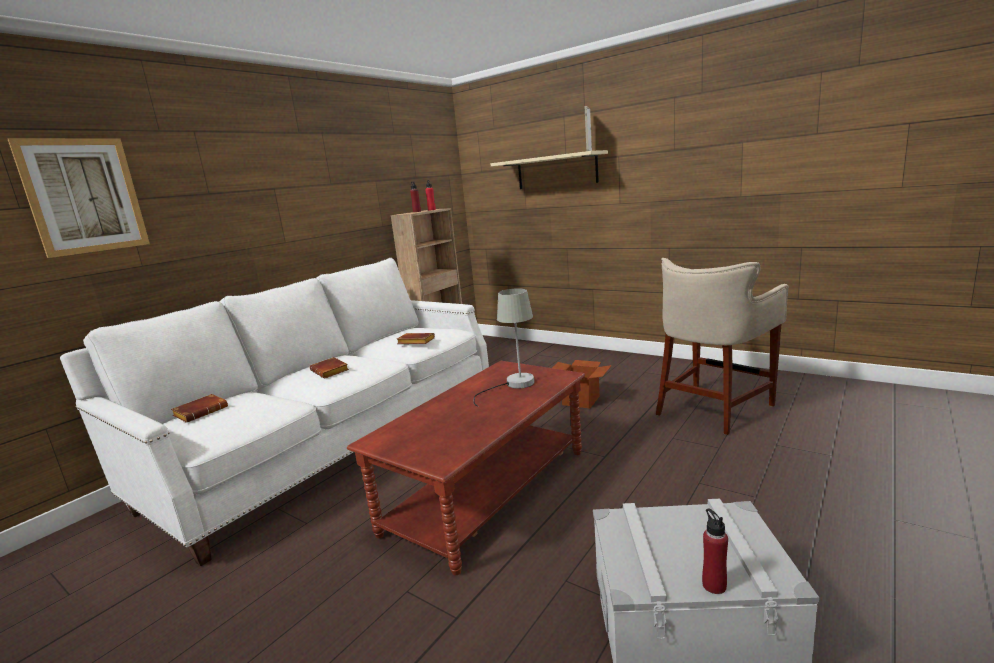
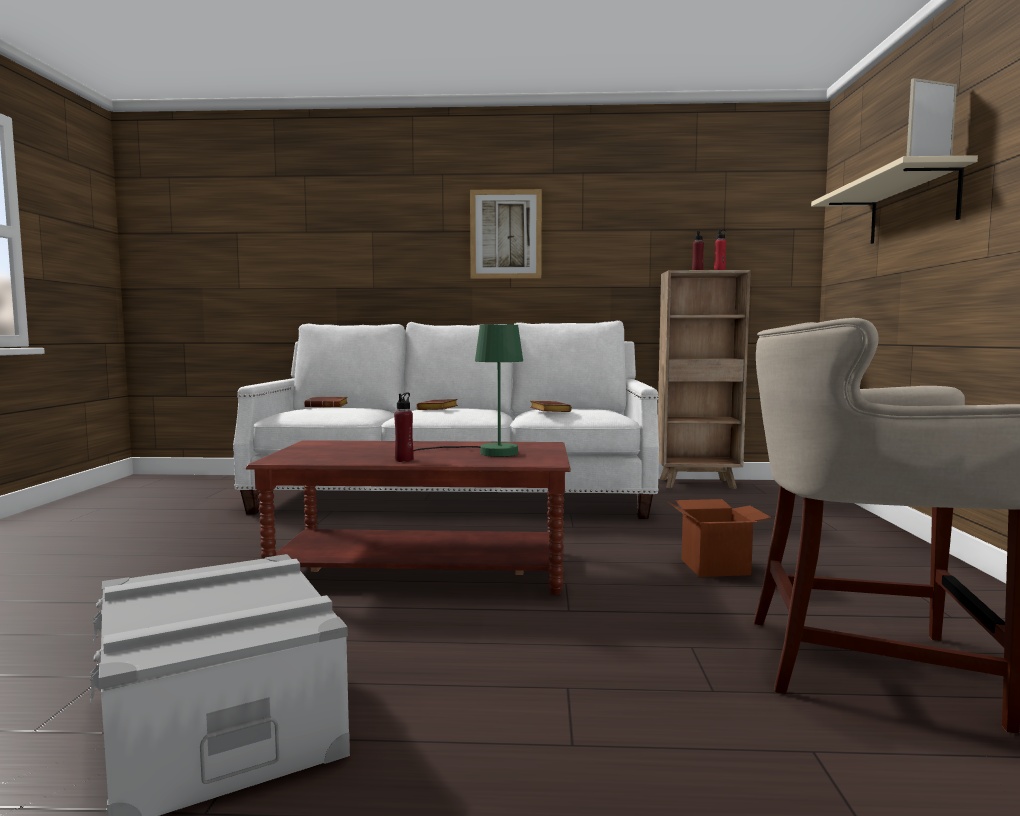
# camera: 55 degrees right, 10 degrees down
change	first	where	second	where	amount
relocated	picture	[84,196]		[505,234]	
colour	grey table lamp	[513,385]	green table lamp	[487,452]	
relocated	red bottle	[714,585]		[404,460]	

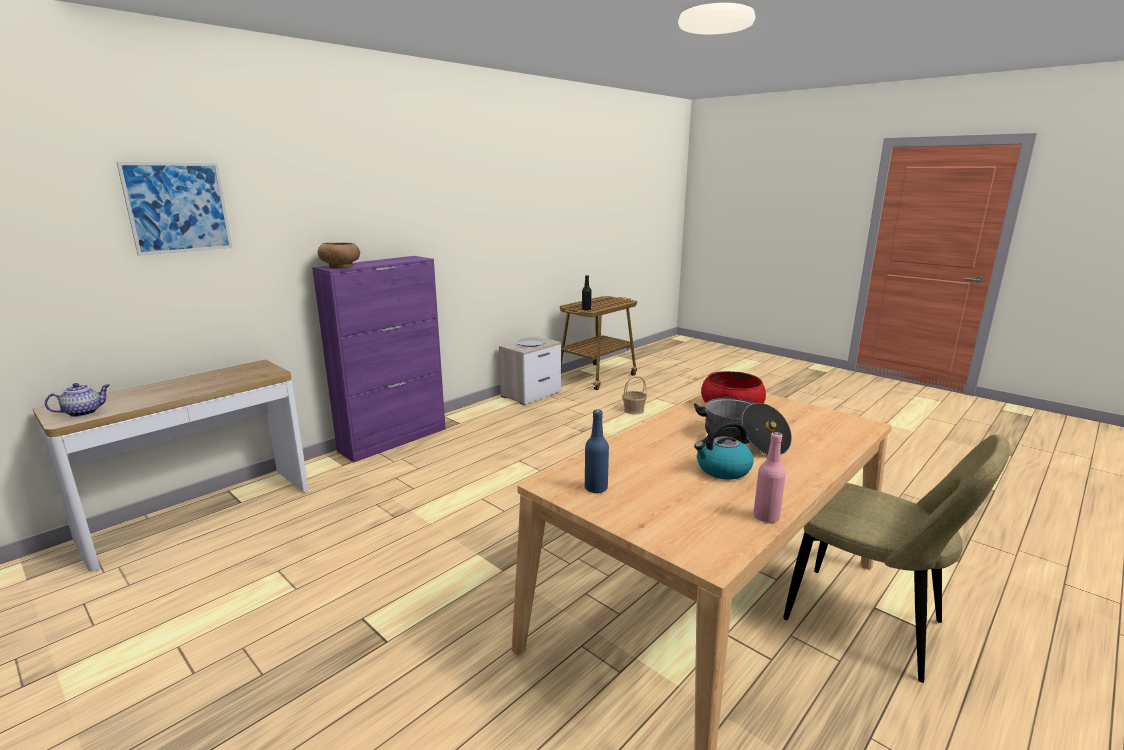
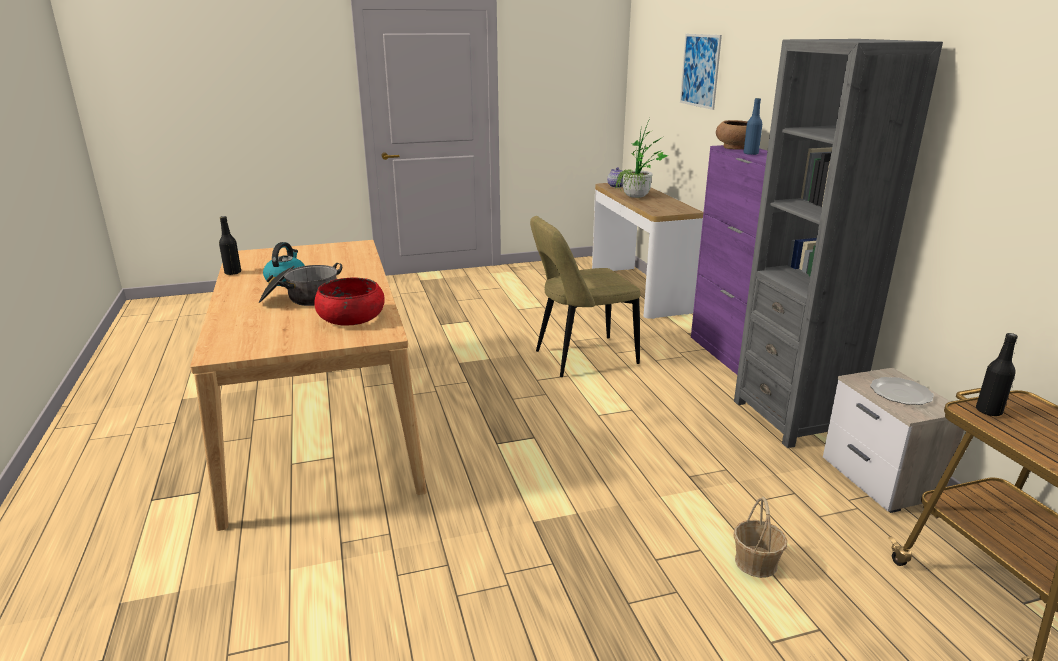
# camera: 120 degrees right, 5 degrees up
change	first	where	second	where	amount
relocated	blue bottle	[596,488]		[750,154]	
colour	pink bottle	[766,517]	black bottle	[233,273]	
relocated	beige chair	[871,624]		[581,358]	
appeared			grey bookcase	[792,417]	
appeared			potted plant	[638,198]	

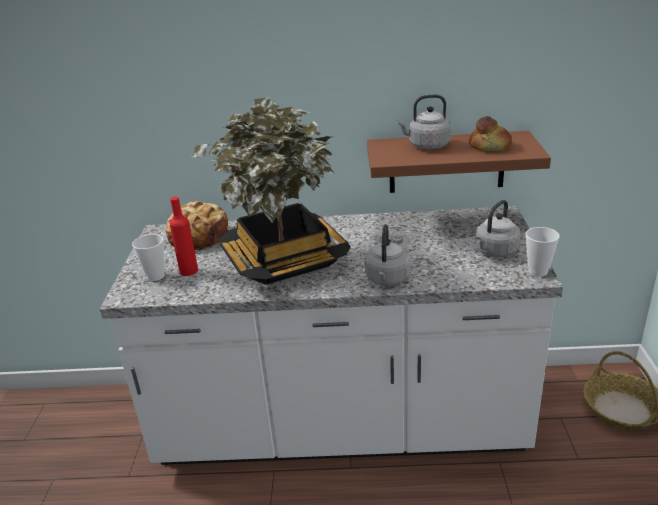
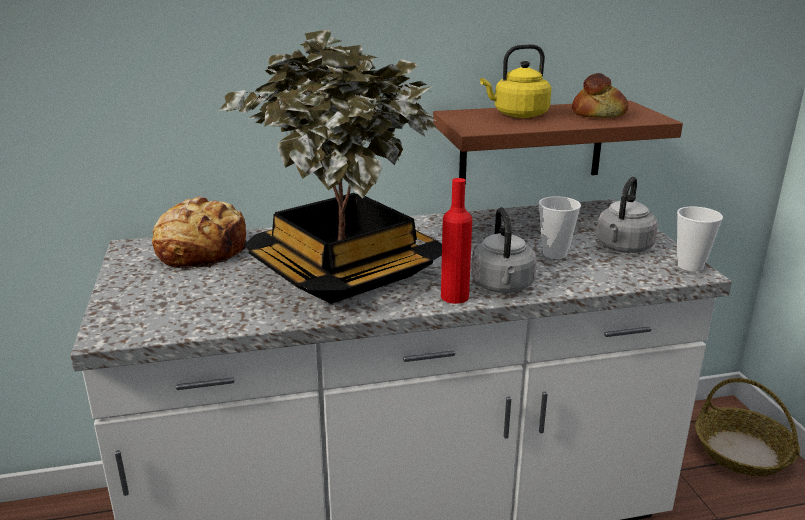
# camera: 15 degrees left, 5 degrees down
change	first	where	second	where	amount
colour	grey kettle	[426,146]	yellow kettle	[518,115]	
relocated	red bottle	[188,271]		[454,297]	
relocated	cup	[155,276]		[554,254]	

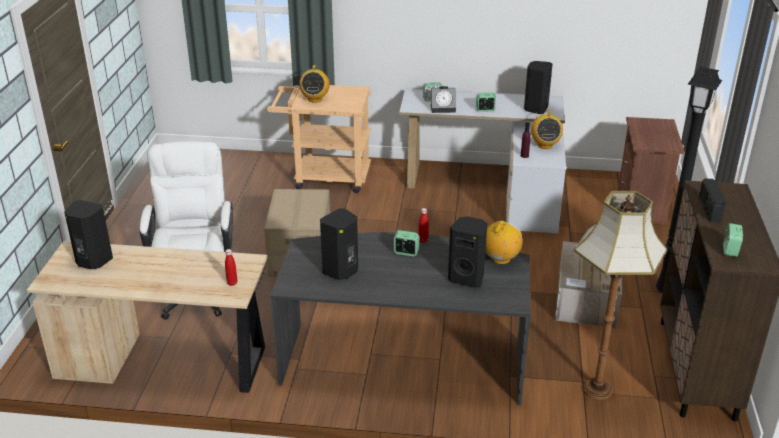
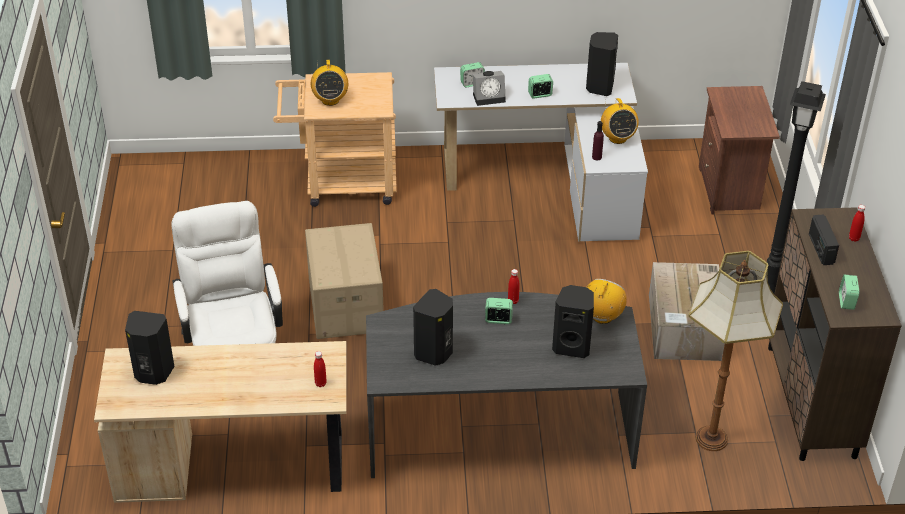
# camera: 10 degrees left, 10 degrees up
change	first	where	second	where	amount
appeared			red bottle	[854,238]	

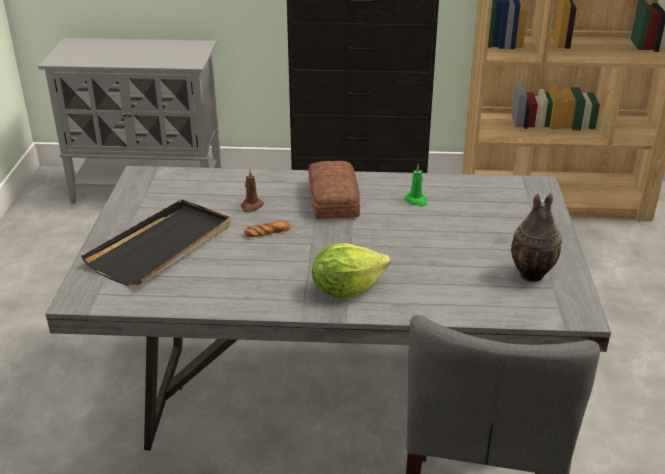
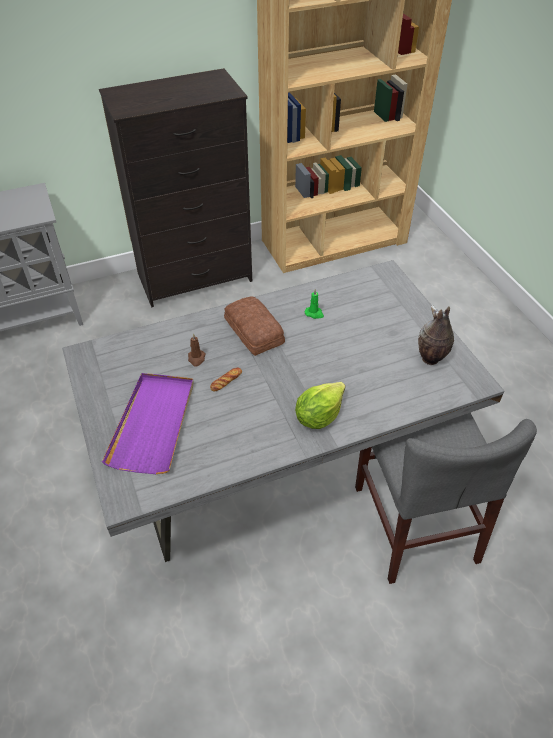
# camera: 25 degrees left, 15 degrees up
change	first	where	second	where	amount
colour	black tray	[162,246]	purple tray	[154,424]	

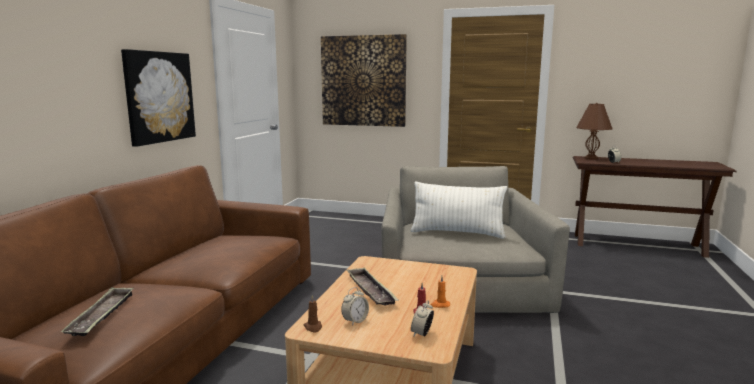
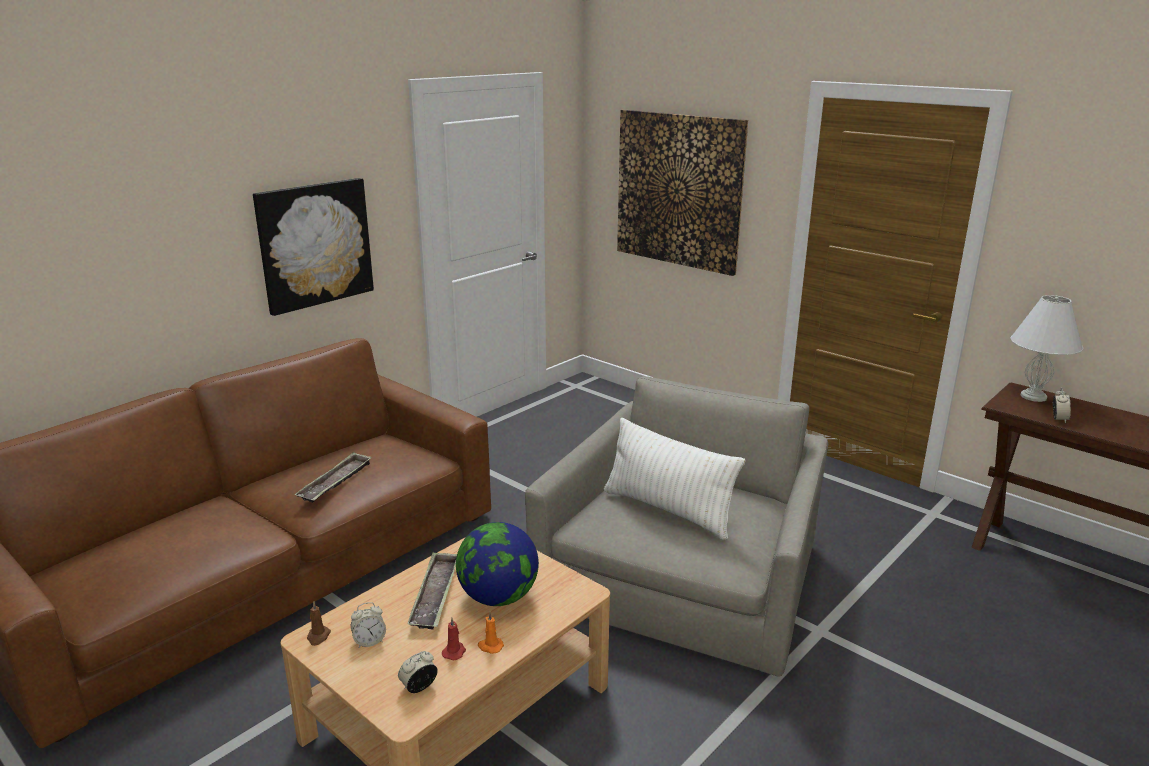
# camera: 25 degrees right, 10 degrees up
change	first	where	second	where	amount
colour	brown table lamp	[590,158]	white table lamp	[1032,396]	
relocated	tray	[102,315]		[335,482]	
appeared			globe	[498,597]	

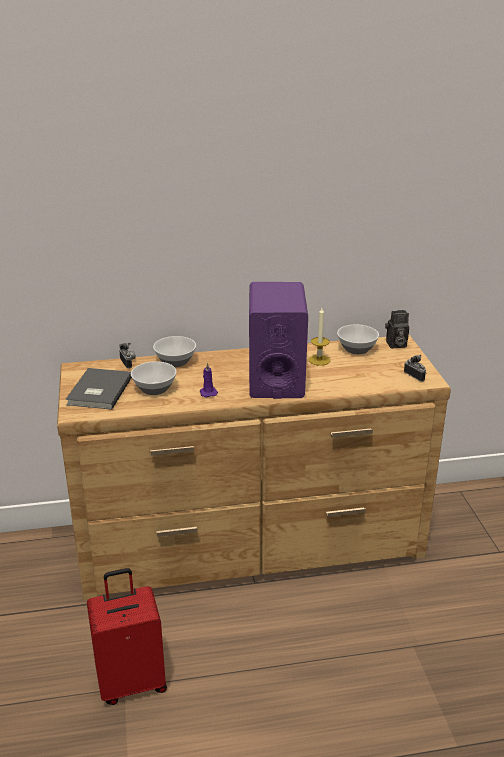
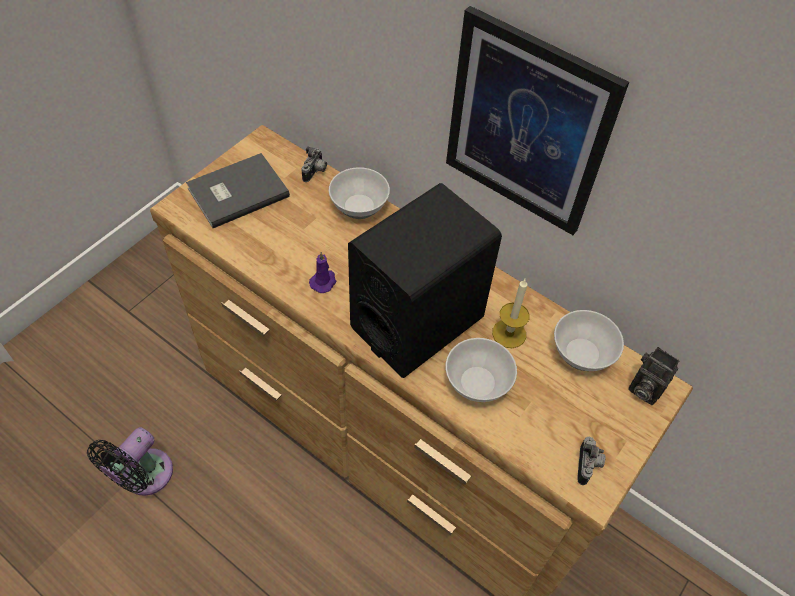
# camera: 45 degrees right, 25 degrees up
change	first	where	second	where	amount
colour	purple speaker	[276,379]	black speaker	[417,322]	
relocated	bowl	[154,389]		[476,383]	
exchanged	red suitcase	[132,682]	black fan	[143,477]	
appeared			picture	[527,125]	

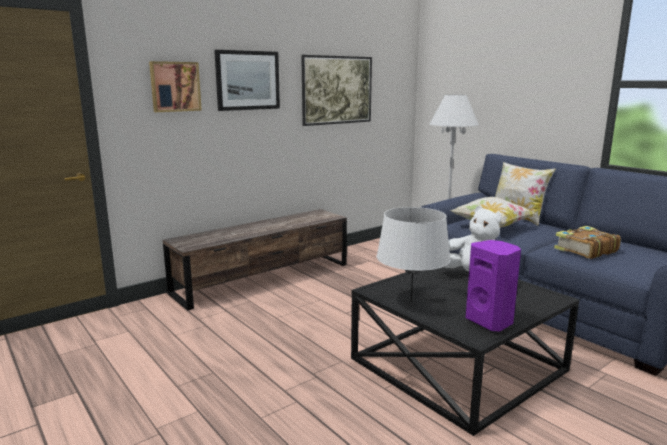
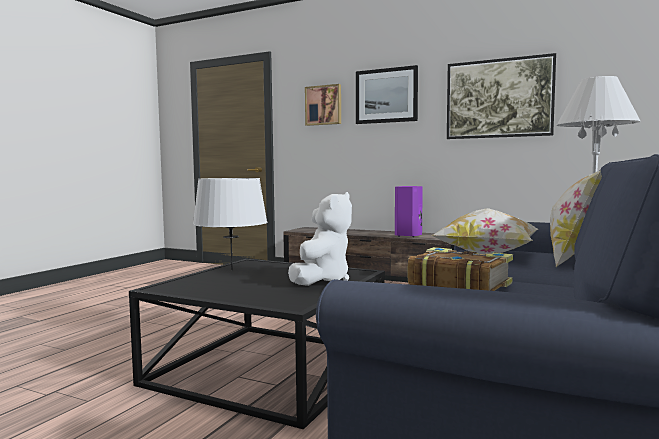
# camera: 65 degrees right, 10 degrees down
change	first	where	second	where	amount
relocated	purple speaker	[490,321]		[409,235]	

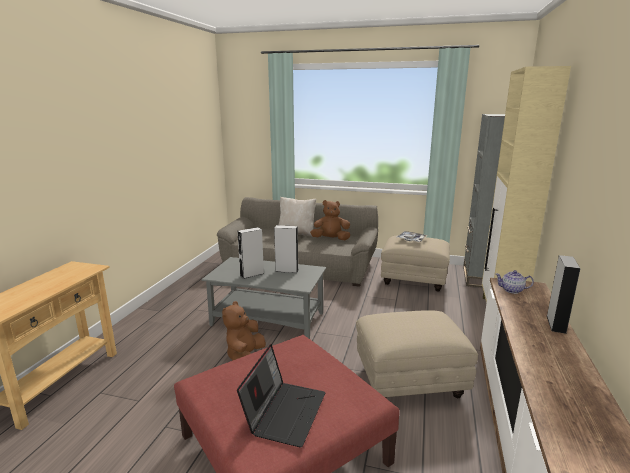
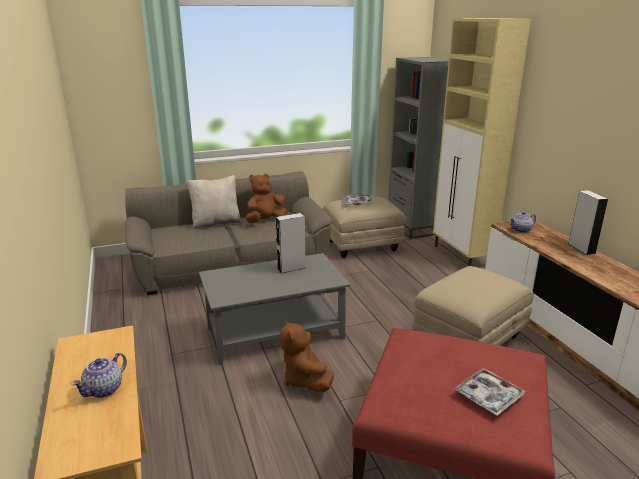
# camera: 35 degrees left, 5 degrees up
change	first	where	second	where	amount
missing	grey speaker	[252,274]			
exchanged	laptop	[284,411]	tray	[488,396]	
appeared			teapot	[104,389]	

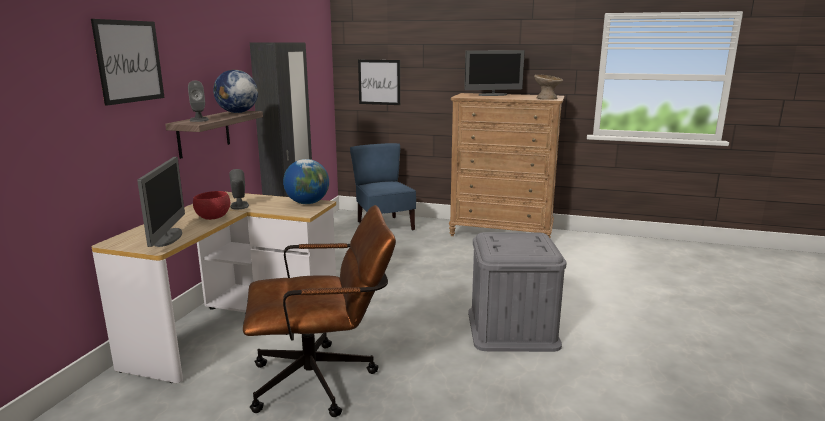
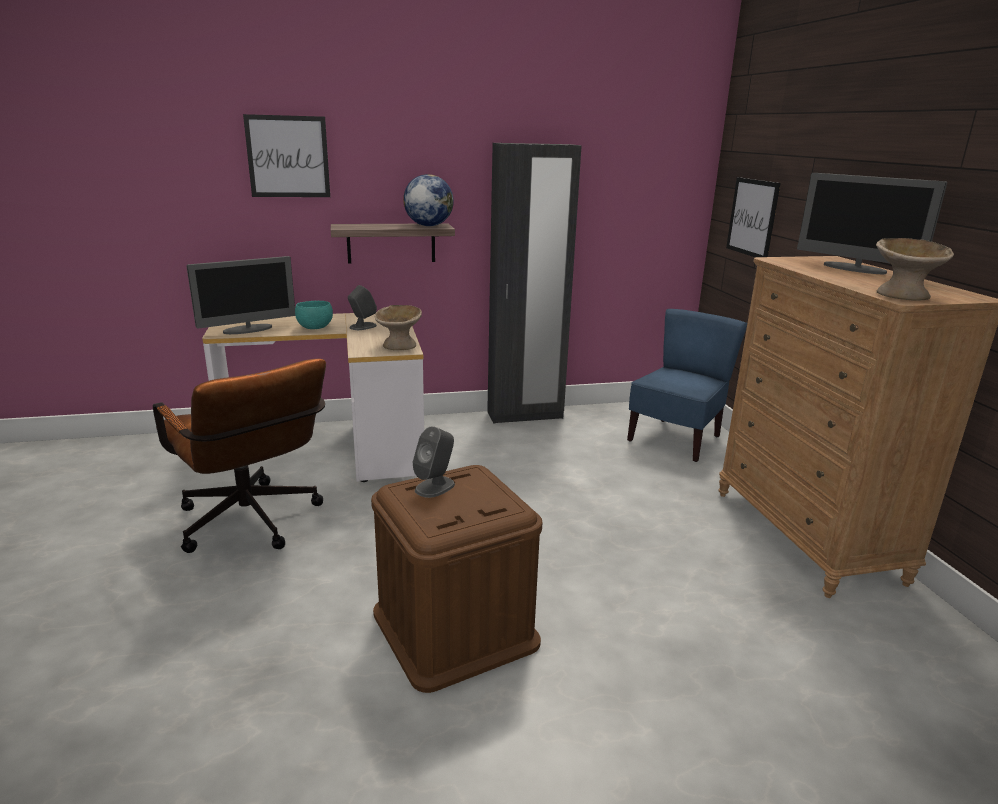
# camera: 60 degrees right, 5 degrees up
change	first	where	second	where	amount
relocated	grey speaker	[199,120]		[435,487]	
exchanged	globe	[307,203]	beige bowl	[399,345]	
colour	red bowl	[213,218]	turquoise bowl	[315,328]	
colour	grey storage box	[512,329]	brown storage box	[455,627]	

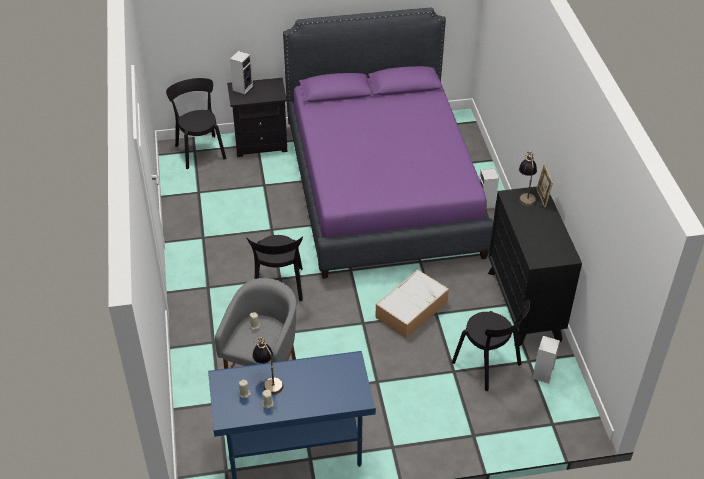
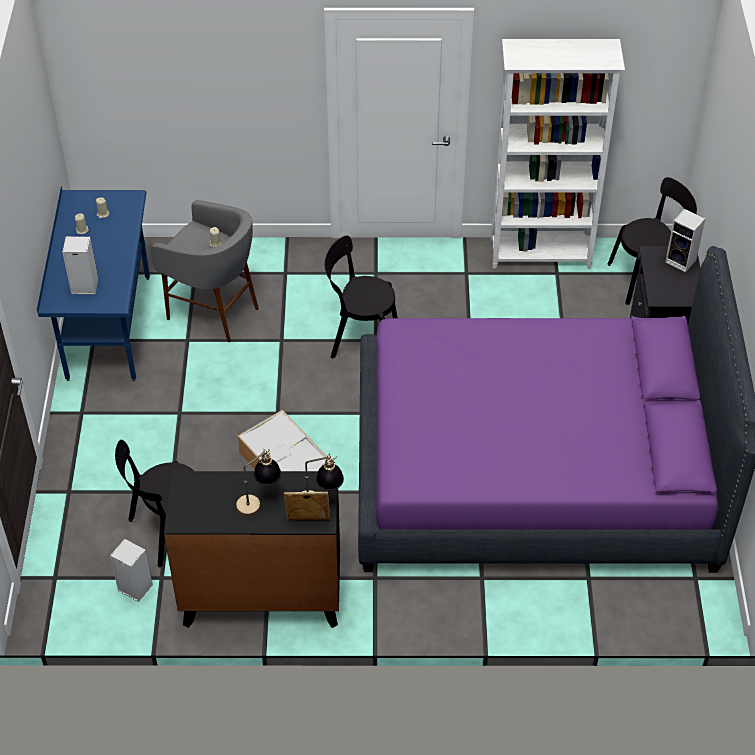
# camera: 100 degrees right, 5 degrees up
change	first	where	second	where	amount
relocated	speaker	[486,203]		[83,286]	
relocated	table lamp	[268,380]		[259,502]	
appeared			white bookcase	[541,254]	

